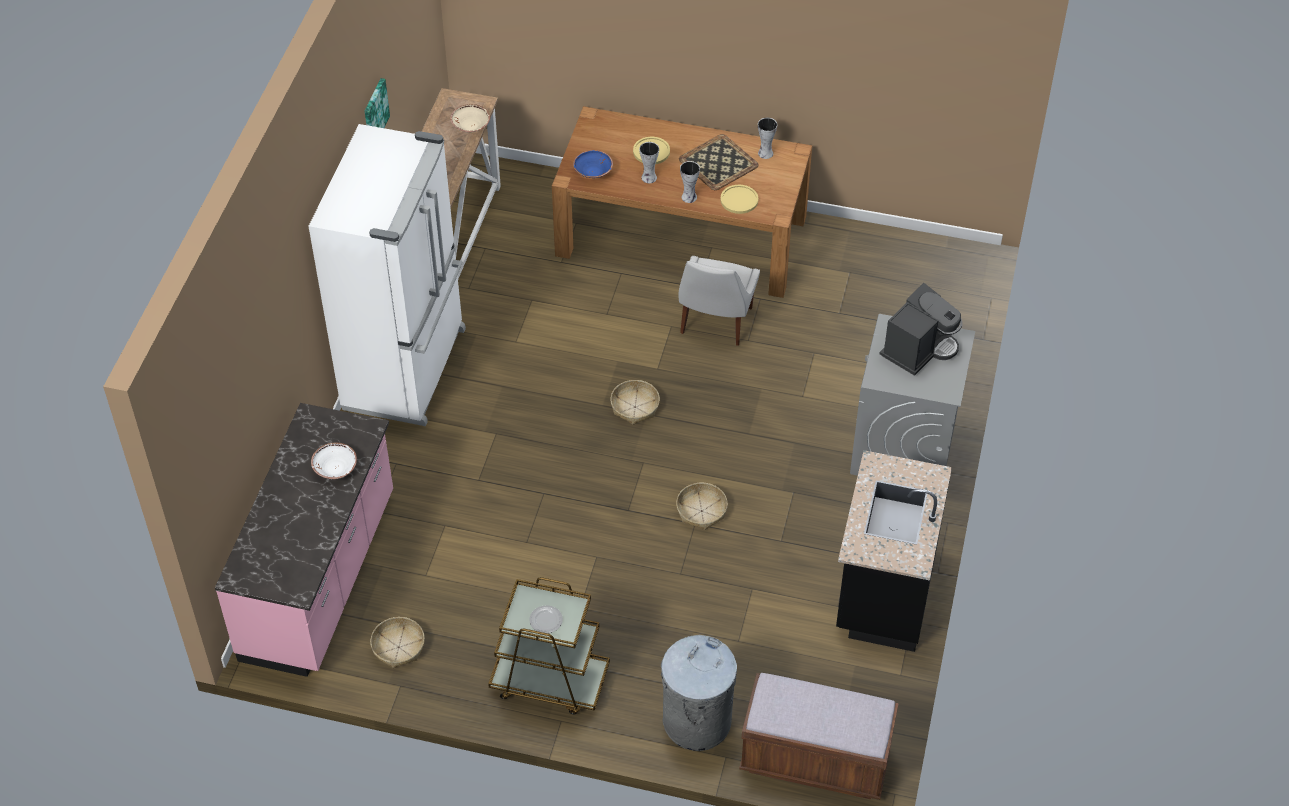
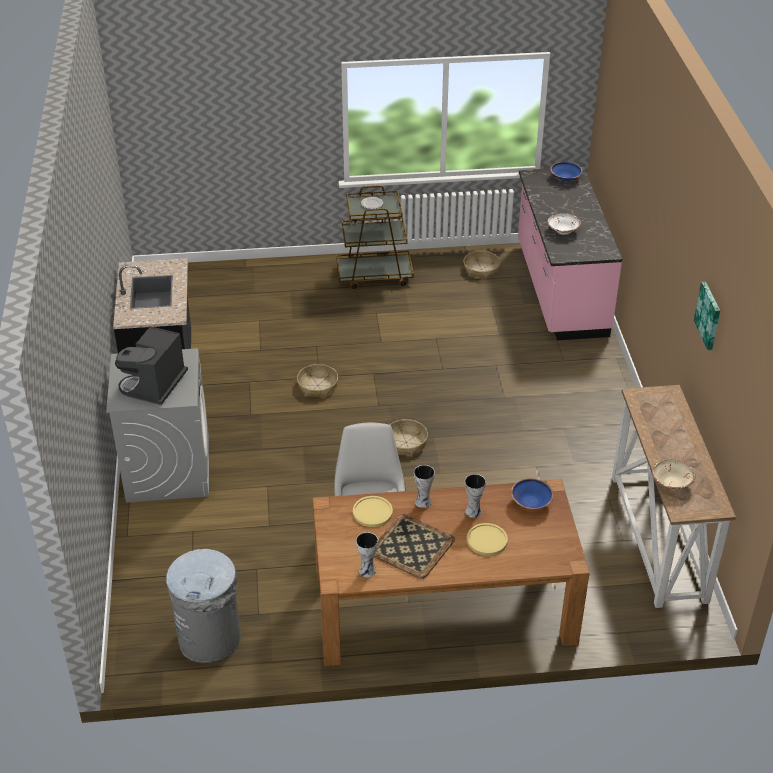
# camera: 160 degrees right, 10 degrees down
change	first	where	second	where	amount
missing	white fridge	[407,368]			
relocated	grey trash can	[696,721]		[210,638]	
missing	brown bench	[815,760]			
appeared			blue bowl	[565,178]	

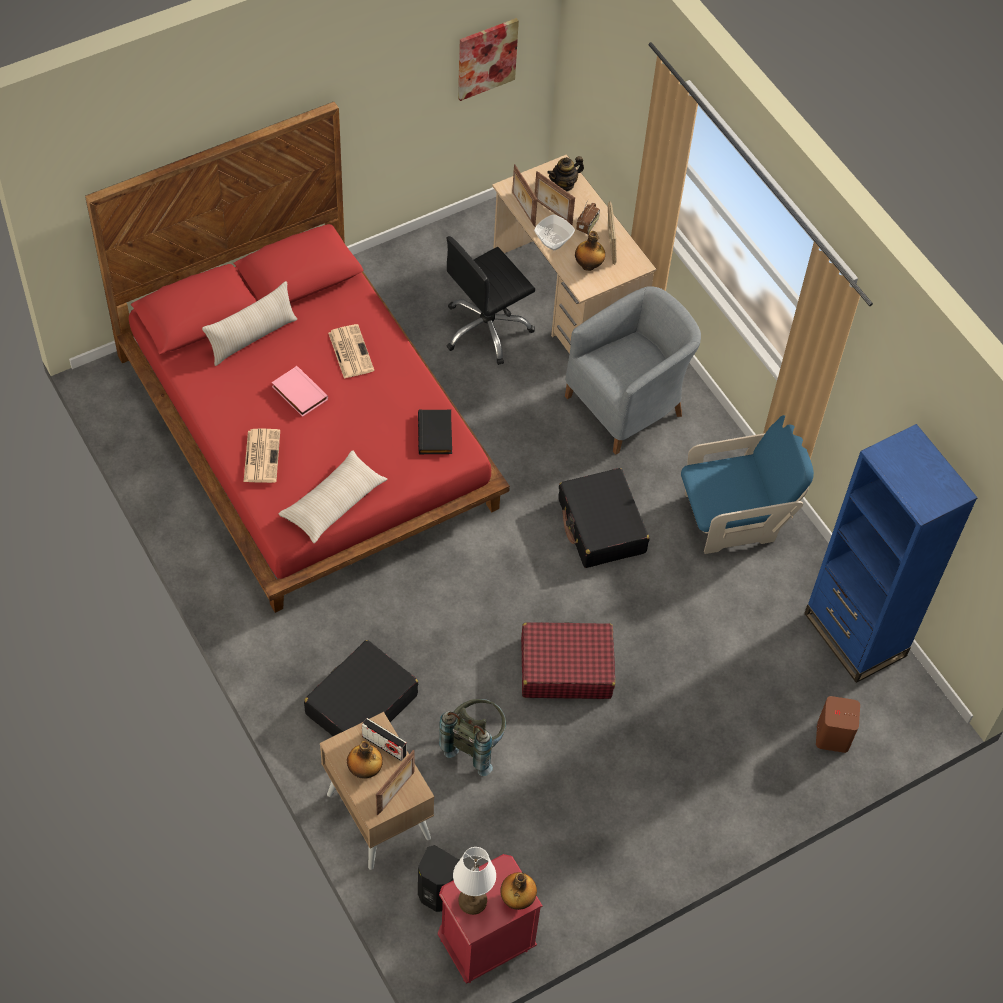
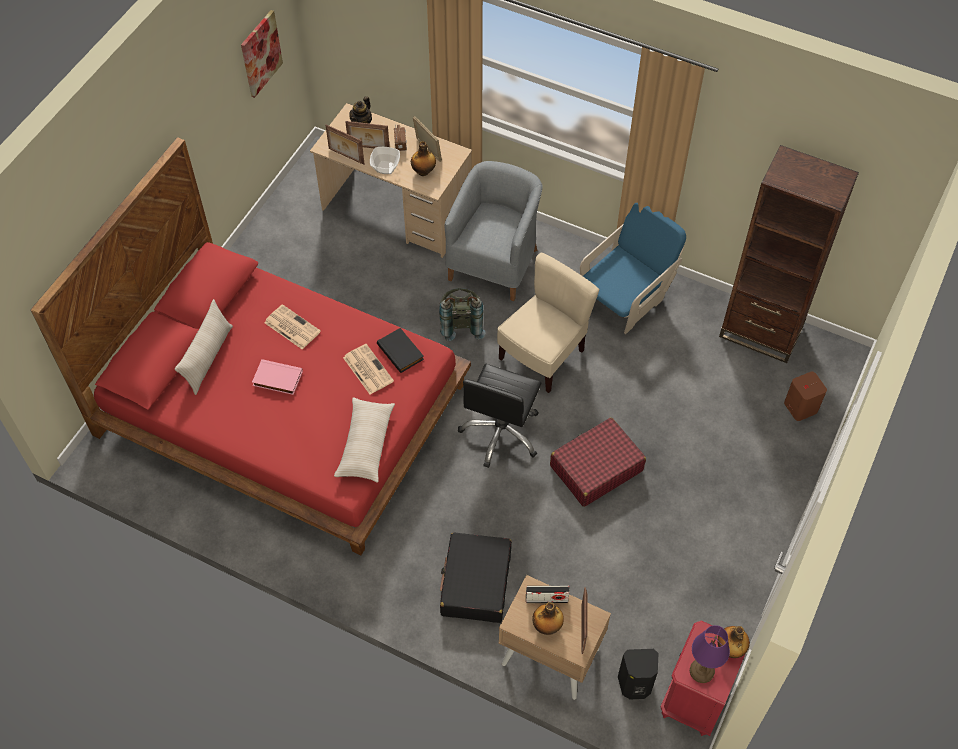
# camera: 30 degrees left, 0 degrees up
change	first	where	second	where	amount
relocated	black office chair	[486,329]		[501,433]	
colour	blue bookcase	[854,635]	brown bookcase	[761,332]	
relocated	newspaper	[261,455]		[367,369]	
exchanged	black suitcase	[601,526]	beige chair	[543,356]	
relocated	grey backpack	[474,744]		[461,324]	
colour	white table lamp	[472,901]	purple table lamp	[702,671]	

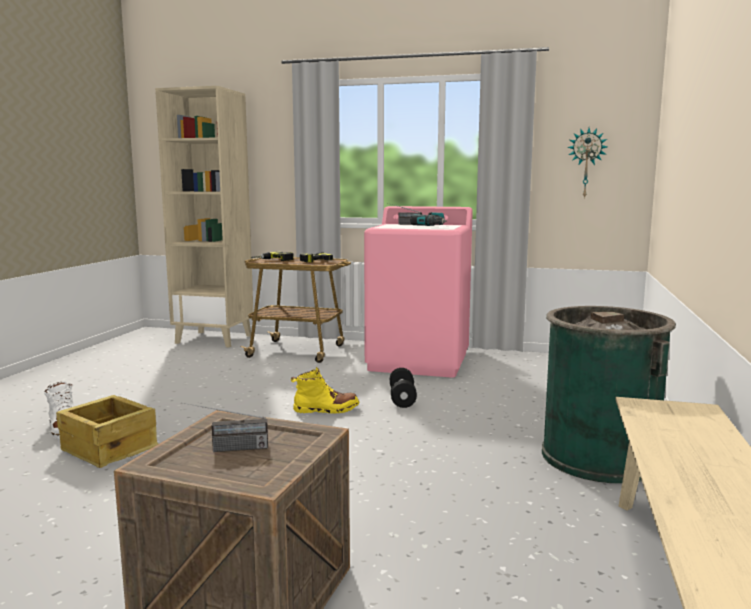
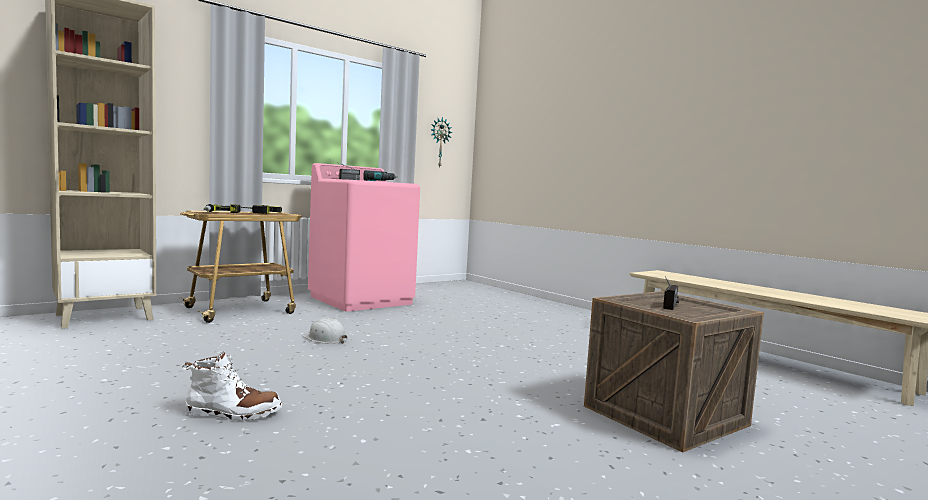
# camera: 55 degrees left, 5 degrees down
change	first	where	second	where	amount
missing	green trash can	[599,457]			
missing	yellow boot	[326,409]			
missing	black dumbbell	[402,399]			
missing	crate	[109,448]			
appeared			white hard hat	[325,339]	

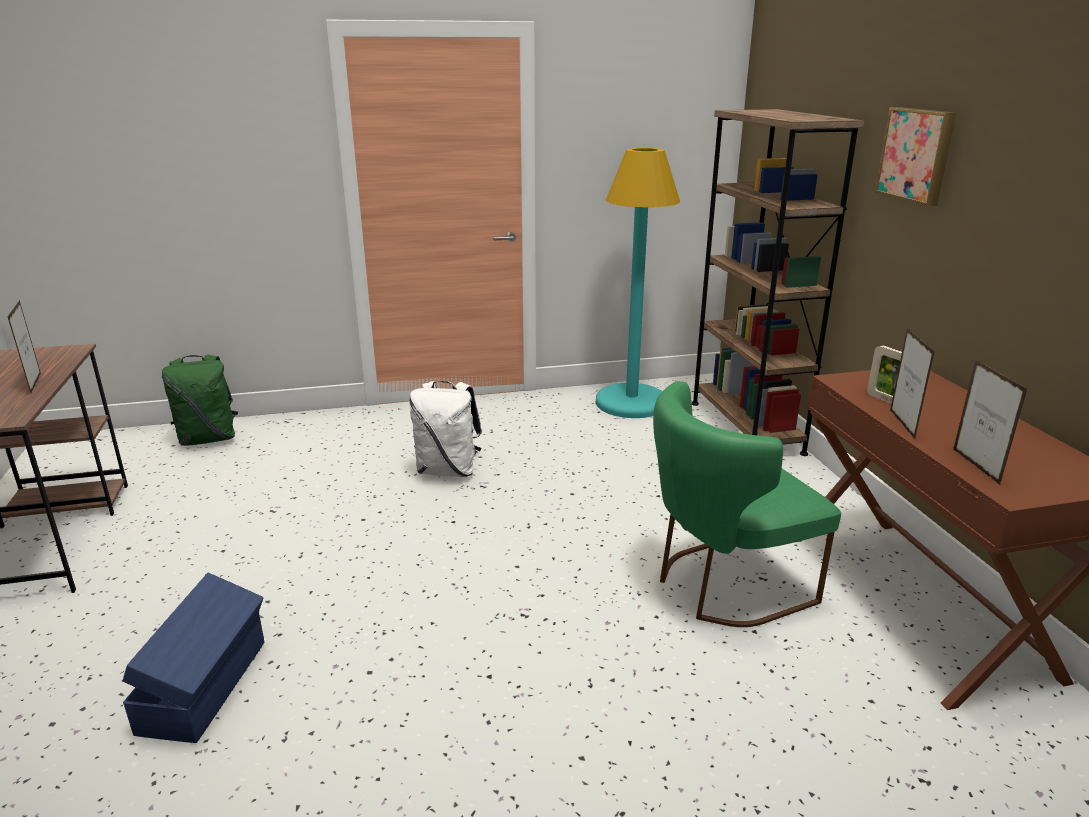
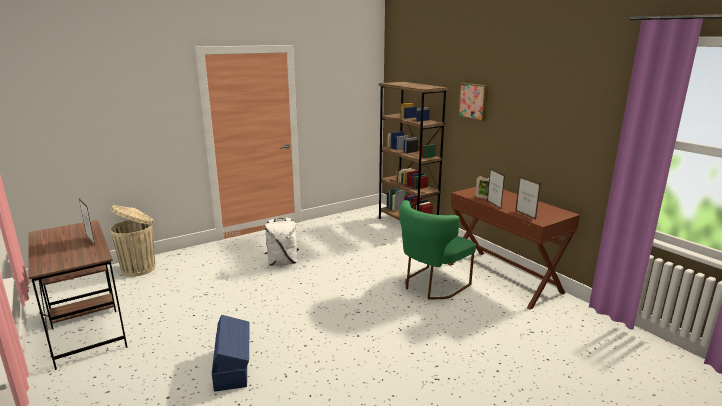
# camera: 20 degrees left, 5 degrees down
change	first	where	second	where	amount
missing	turquoise floor lamp	[631,402]			
exchanged	green backpack	[208,439]	beige trash can	[140,268]	

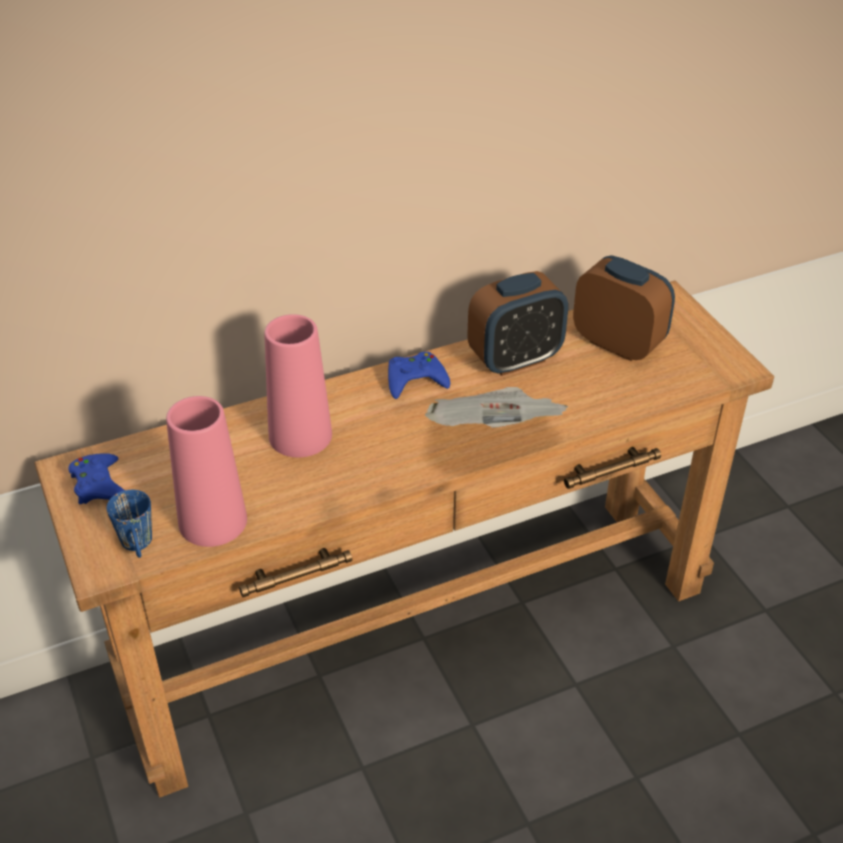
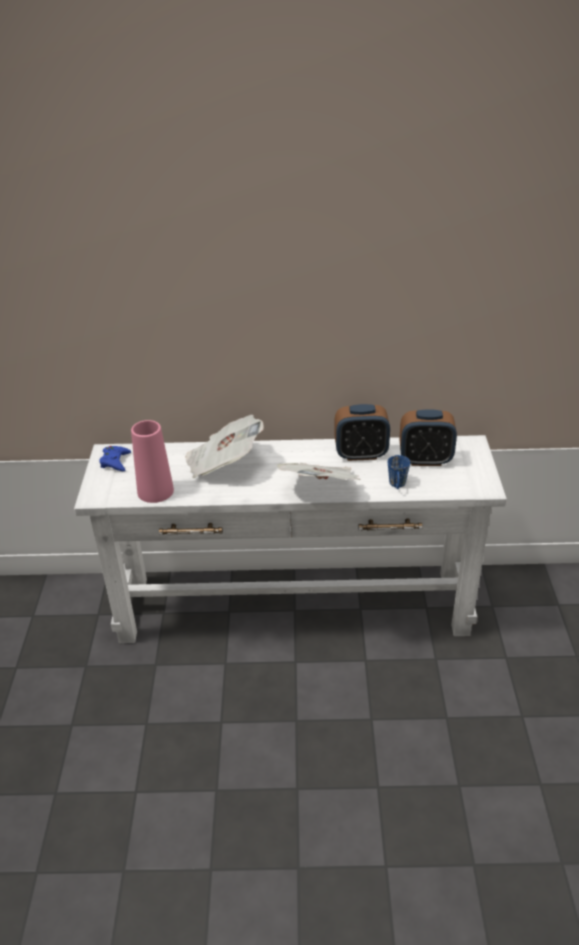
# camera: 25 degrees right, 5 degrees down
change	first	where	second	where	amount
spun	alarm clock	[618,343]		[425,460]	120 degrees clockwise
colour	brown console table	[419,632]	white console table	[293,607]	
exchanged	pink vase	[300,435]	newspaper	[223,463]	
missing	blue game controller	[415,380]			
relocated	blue mug	[138,547]		[397,486]	

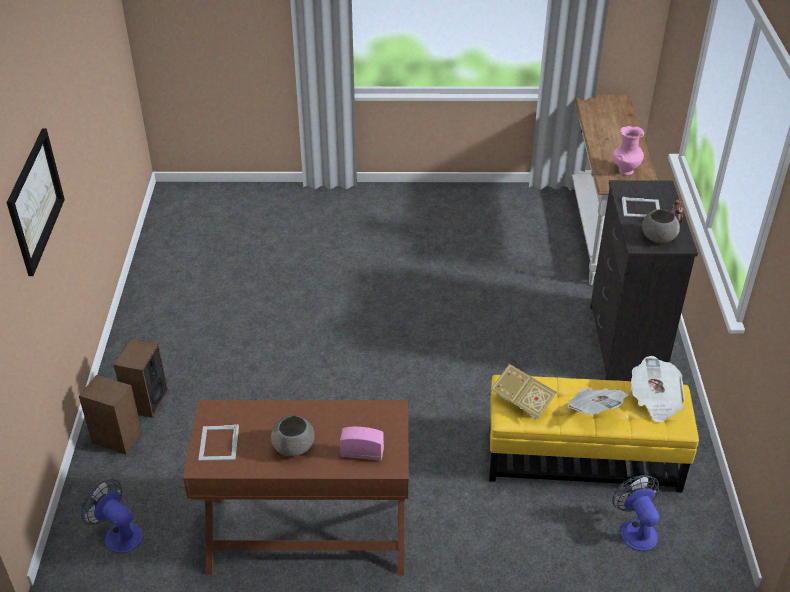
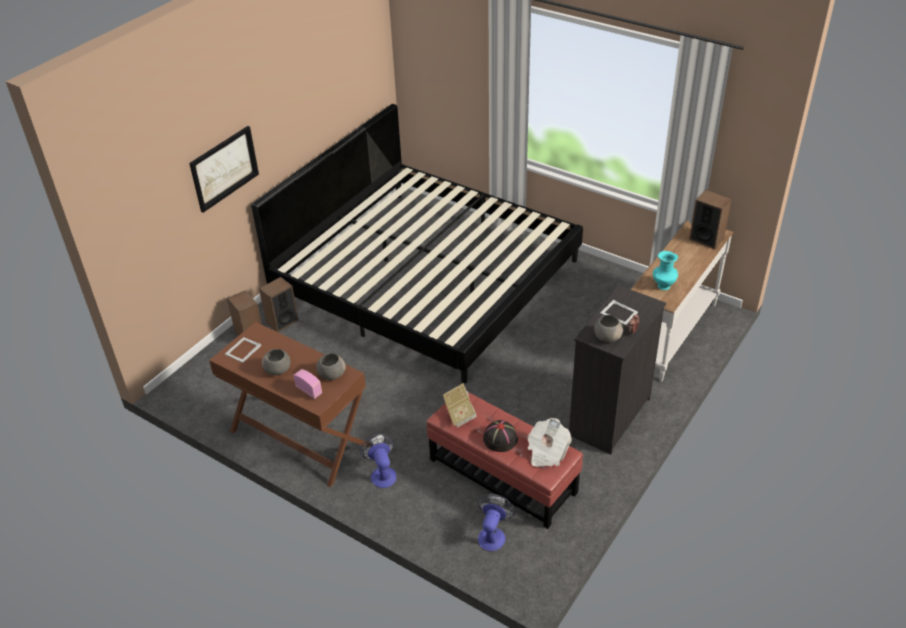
# camera: 35 degrees right, 0 degrees up
change	first	where	second	where	amount
colour	pink vase	[625,171]	turquoise vase	[663,286]	
colour	yellow ottoman	[583,459]	red ottoman	[502,476]	
exchanged	newspaper	[594,410]	black hat	[500,438]	
relocated	fan	[118,534]		[382,473]	
appeared			bed	[427,277]	
appeared			speaker	[706,238]	
appeared			grey bowl	[331,374]	

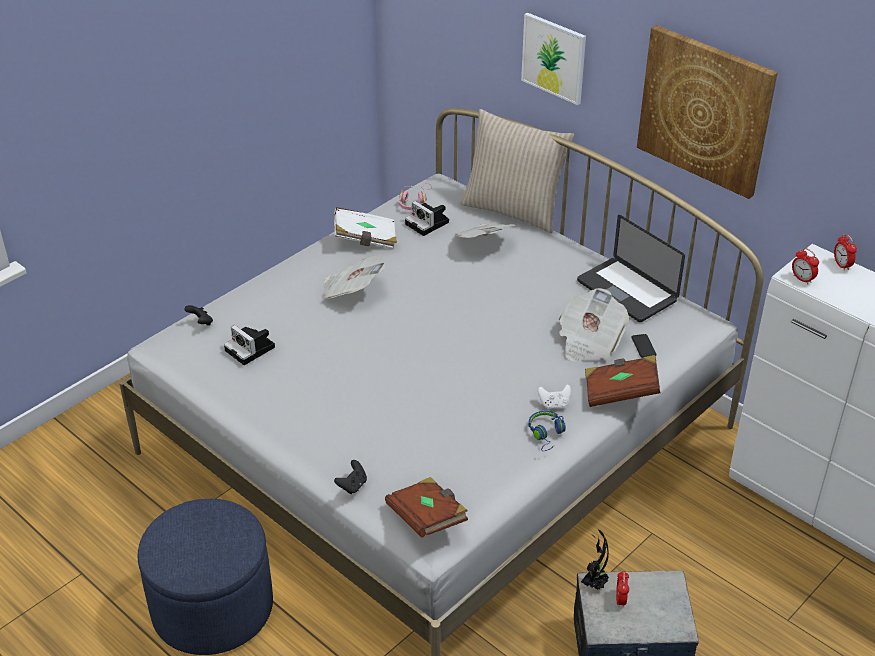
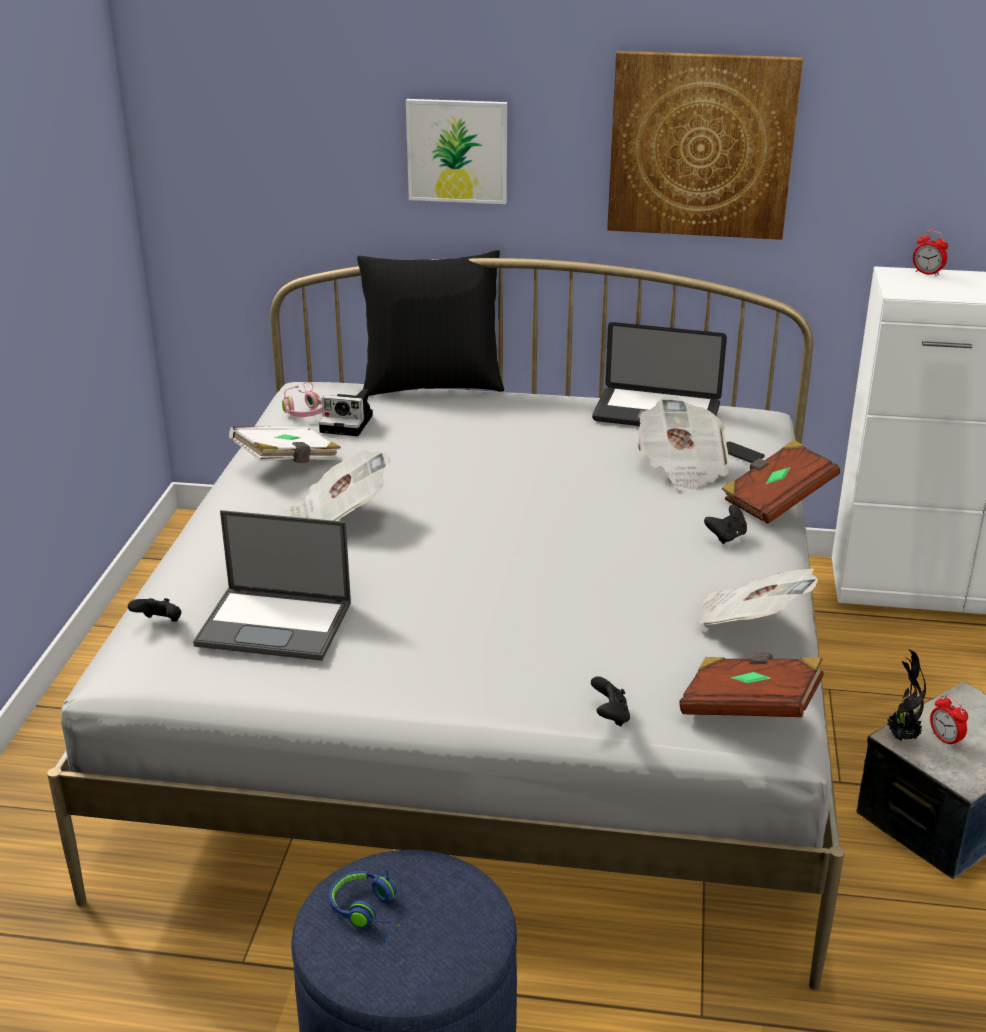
# camera: 35 degrees left, 10 degrees down
change	first	where	second	where	amount
colour	beige pillow	[513,210]	black pillow	[432,384]	
relocated	newspaper	[483,243]		[750,623]	
missing	alarm clock	[802,279]			
exchanged	photo camera	[251,349]	laptop	[276,624]	
colour	white game controller	[554,404]	black game controller	[726,537]	
relocated	blue headphones	[546,434]		[369,912]	

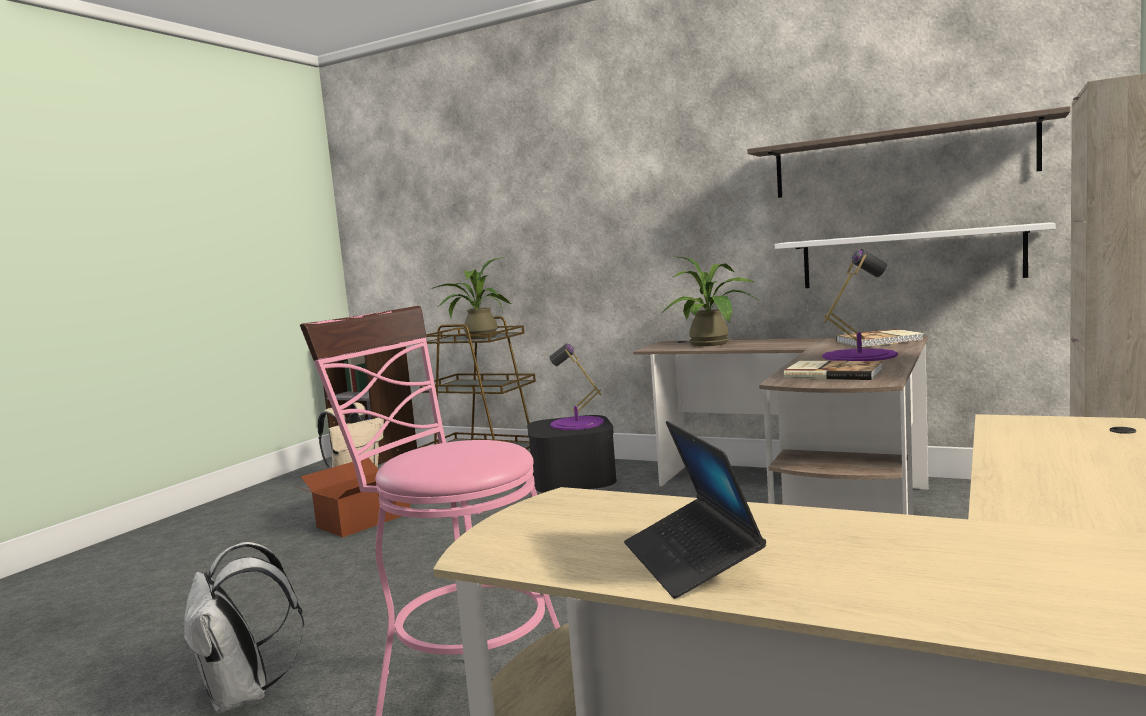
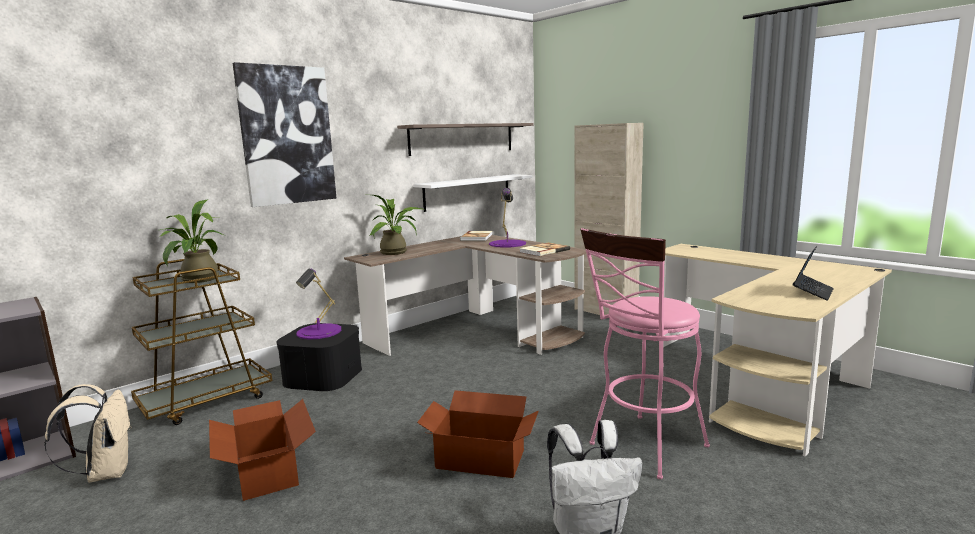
# camera: 70 degrees left, 5 degrees up
change	first	where	second	where	amount
spun	laptop	[691,561]		[812,292]	60 degrees counterclockwise
appeared			picture	[287,135]	
appeared			cardboard box	[480,460]	

